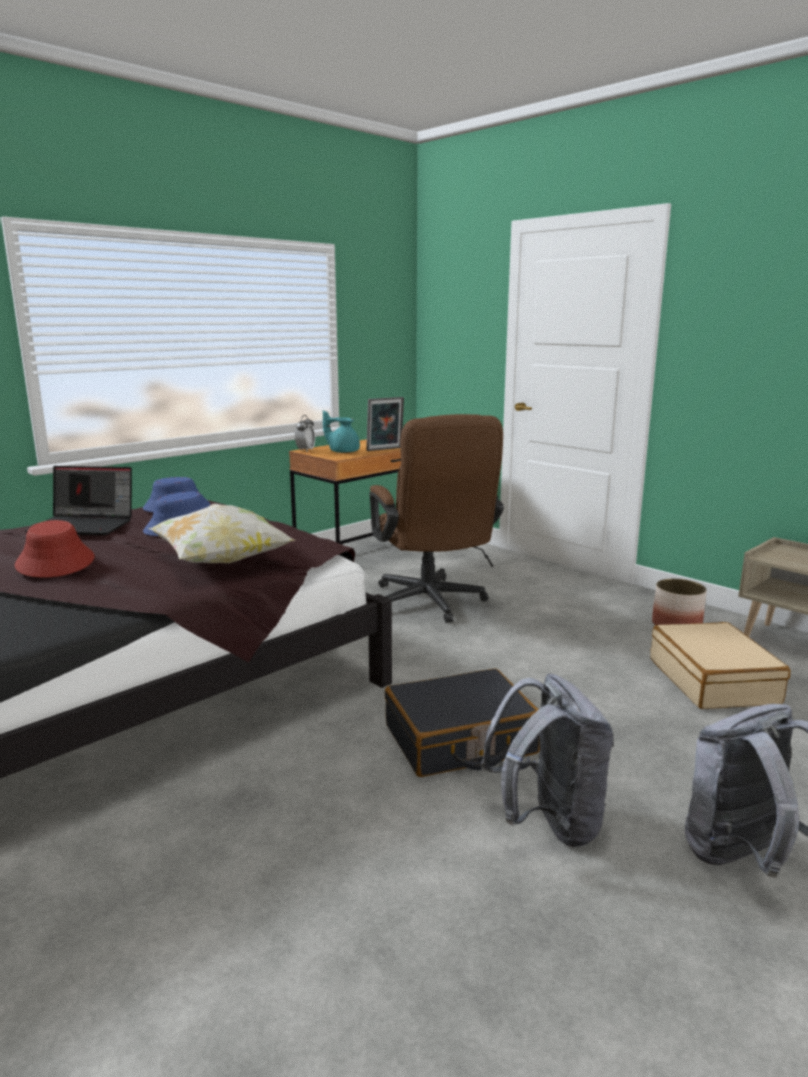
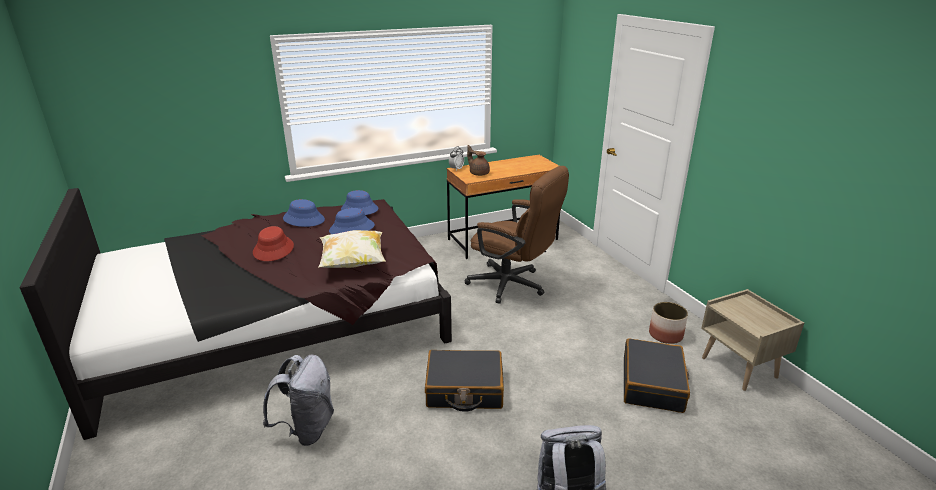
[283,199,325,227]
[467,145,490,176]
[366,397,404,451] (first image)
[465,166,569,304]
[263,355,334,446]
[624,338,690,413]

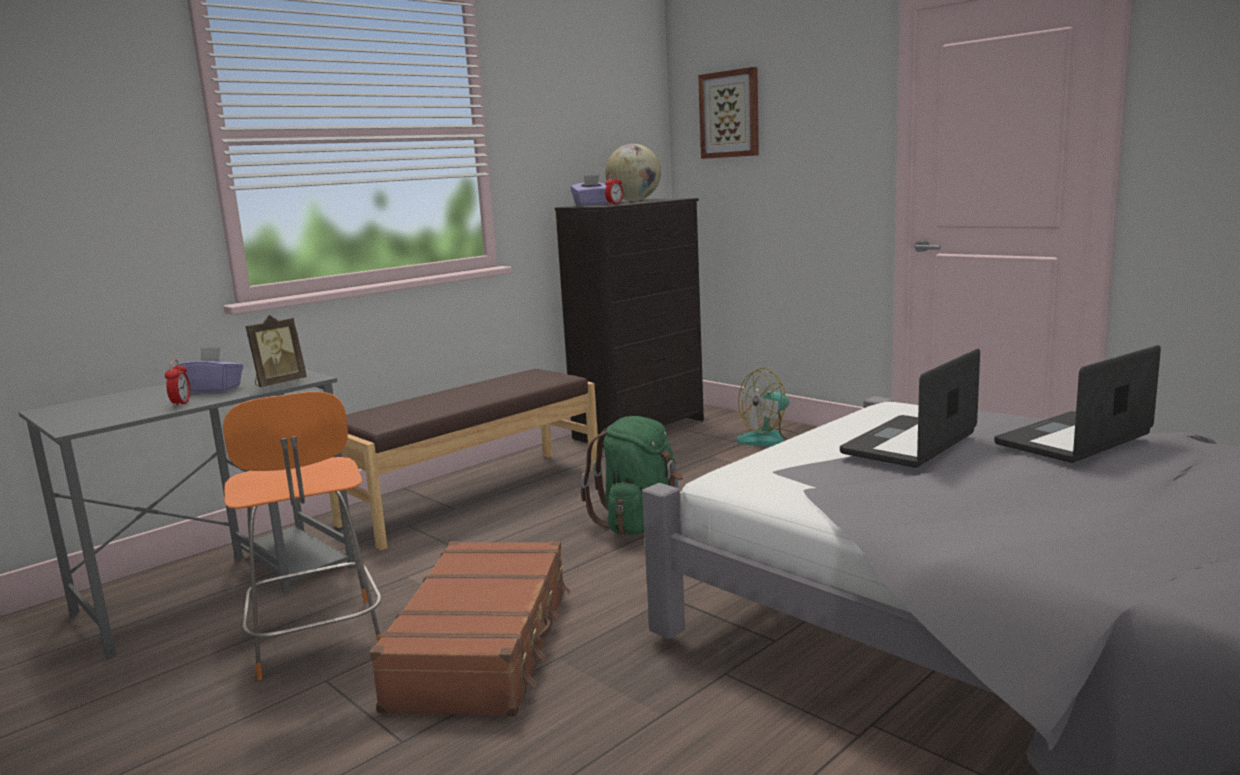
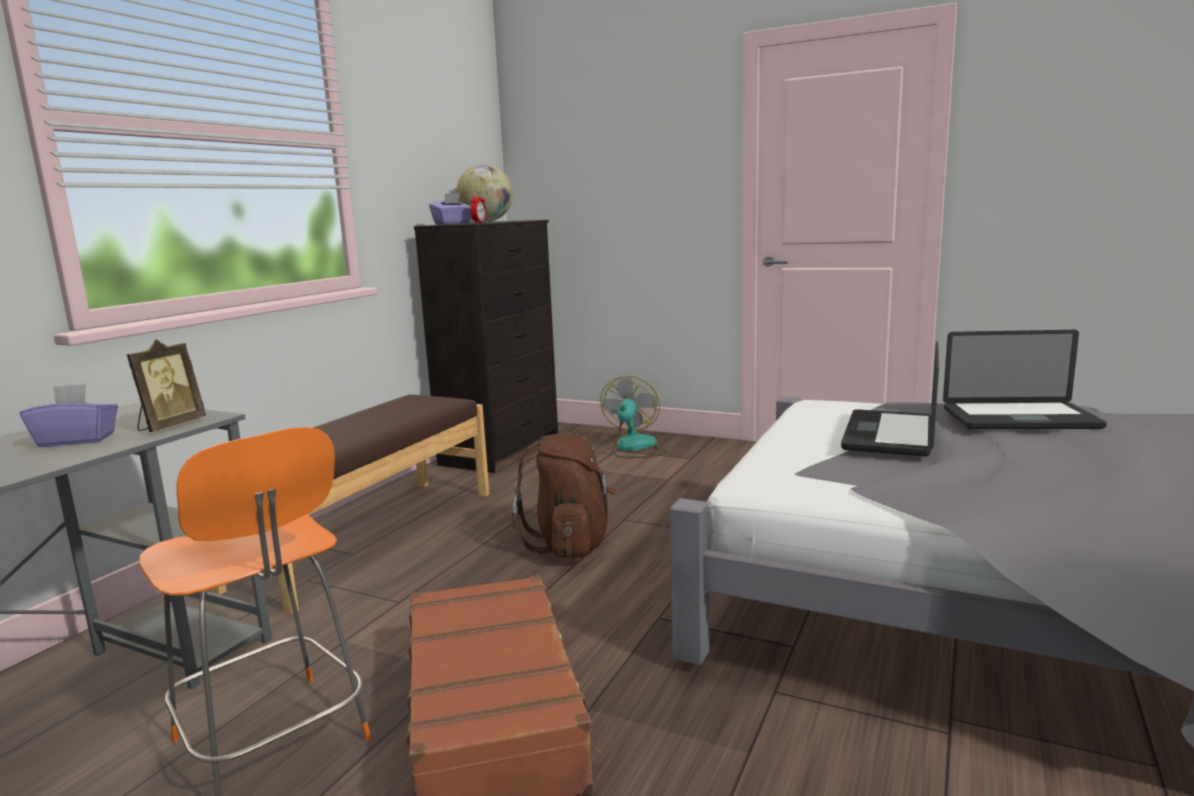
[165,360,190,407] (first image)
[511,433,617,558]
[698,67,759,159] (first image)
[600,376,668,458]
[943,330,1107,429]

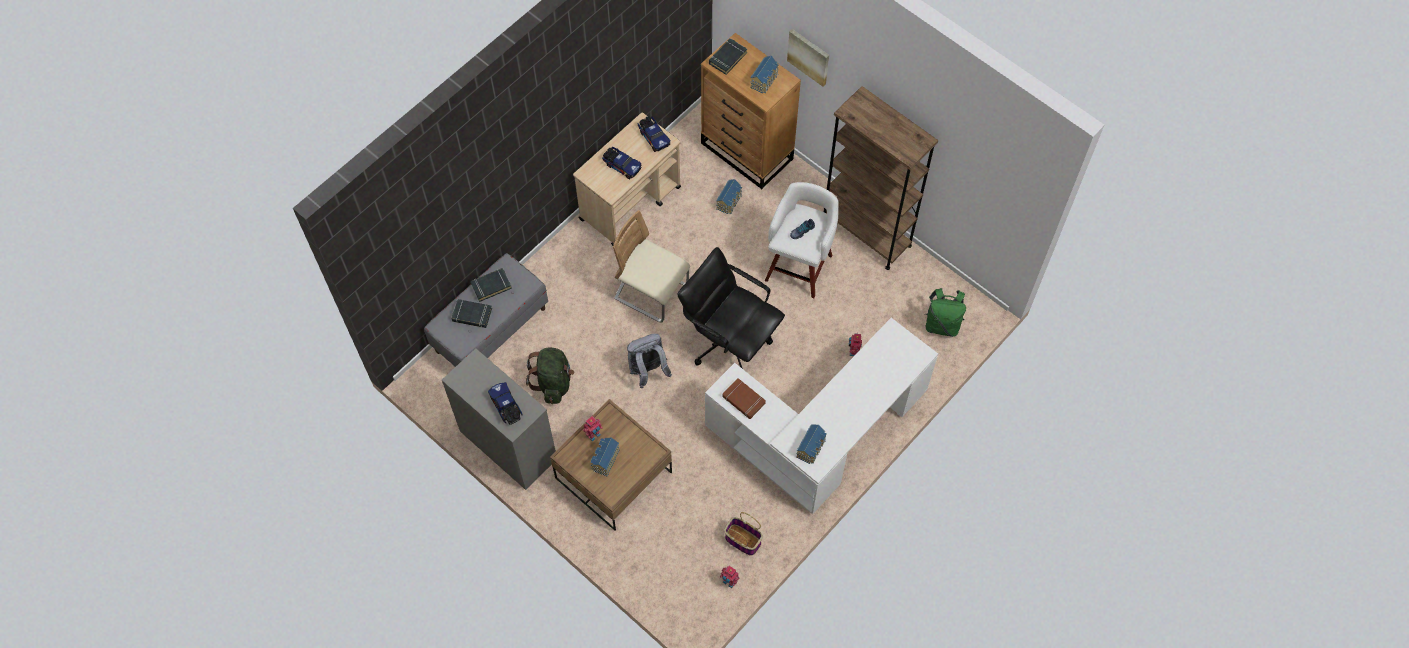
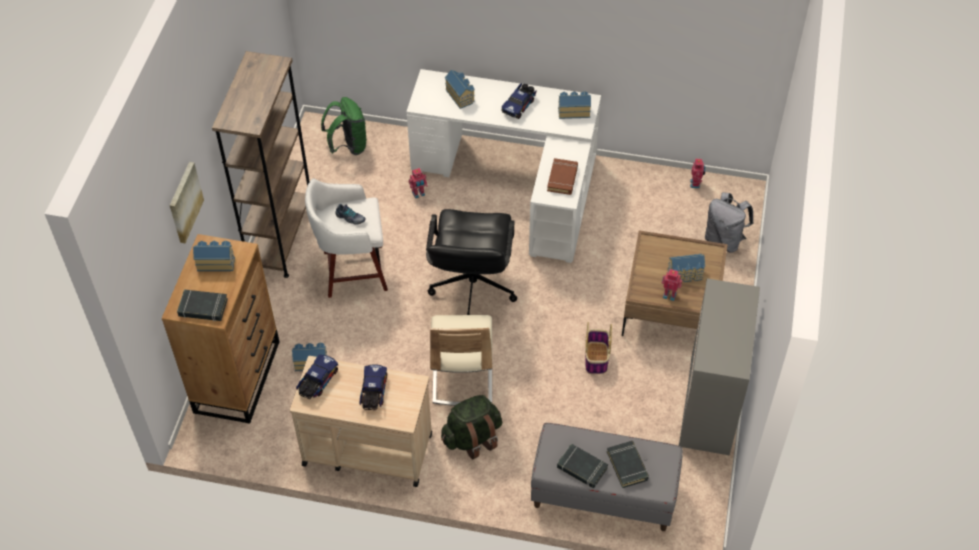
[501,83,536,119]
[441,395,502,459]
[705,192,754,253]
[585,322,612,374]
[445,70,475,109]

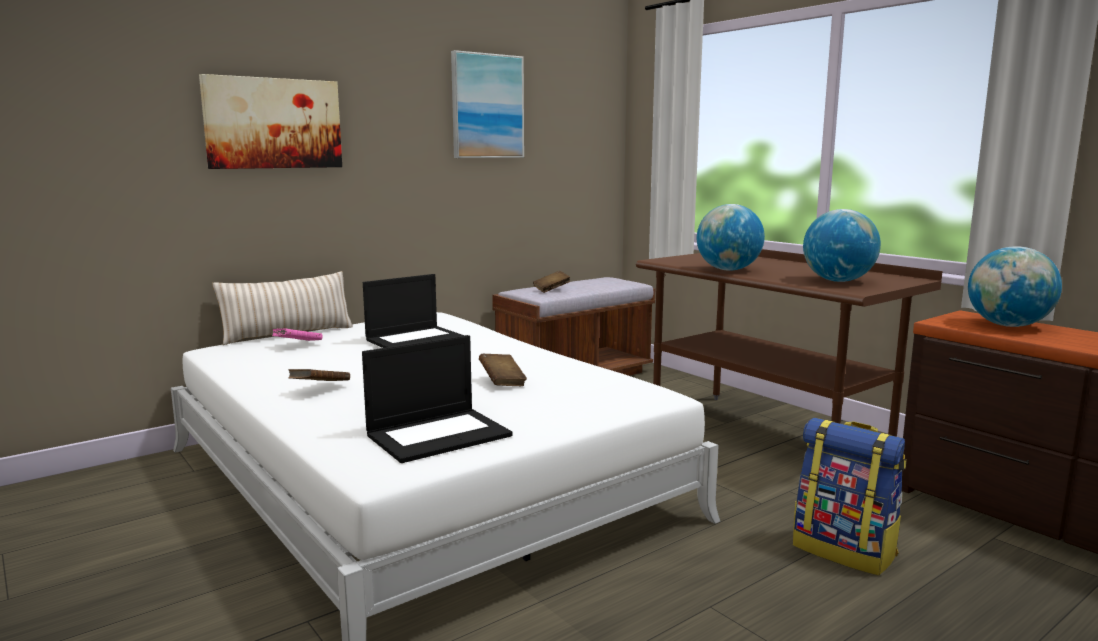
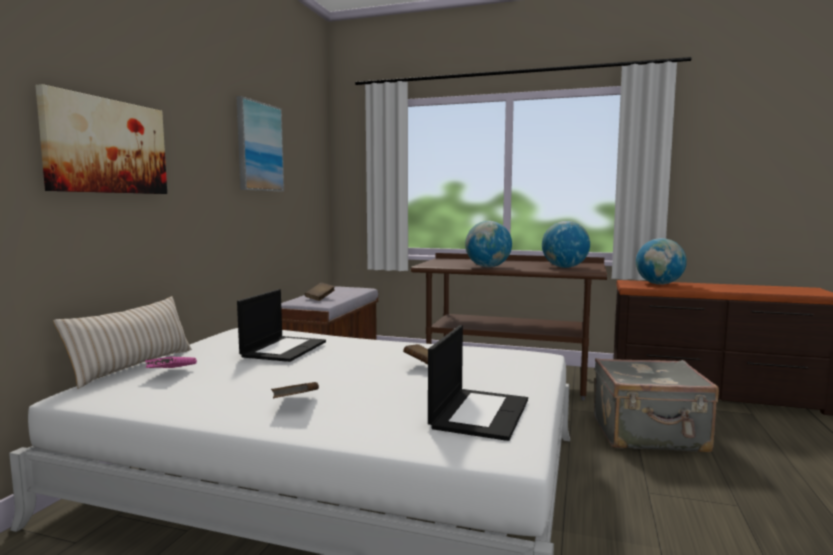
[594,358,719,452]

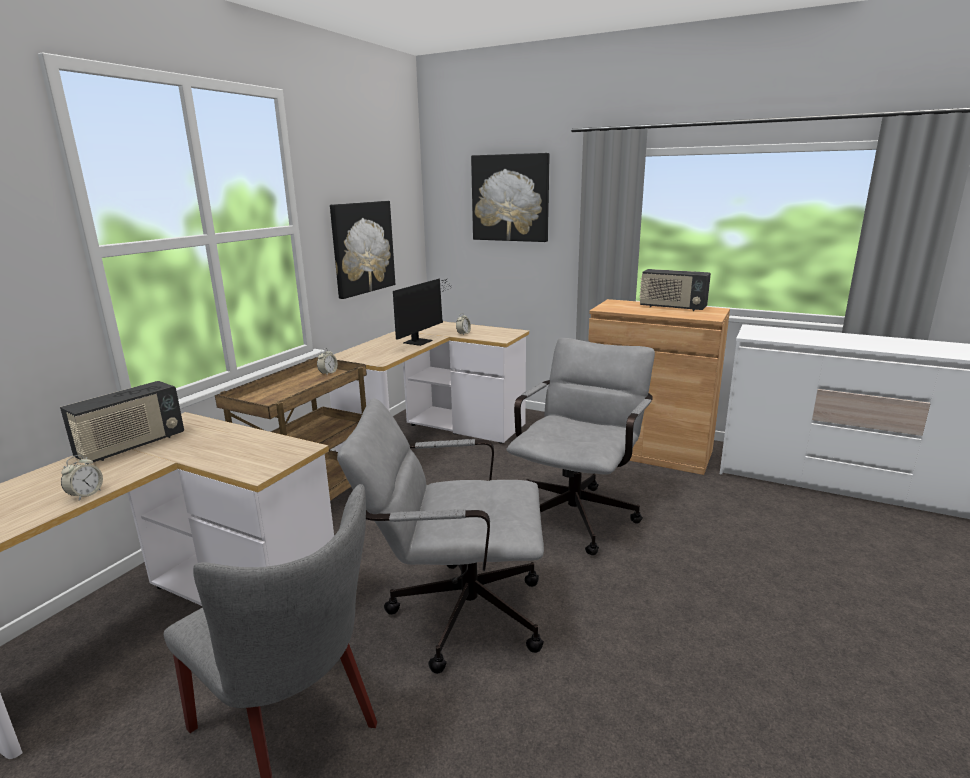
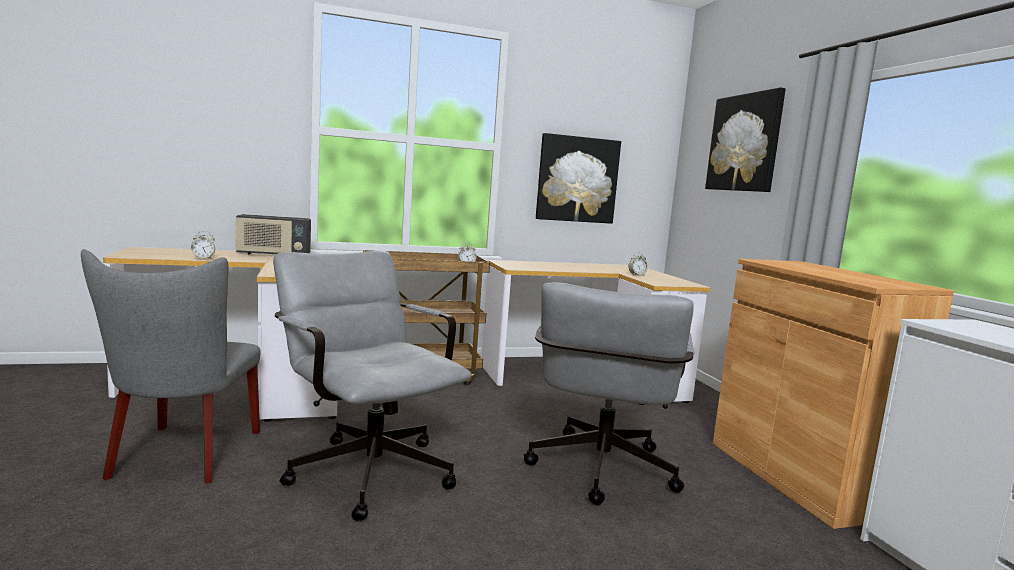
[393,279,452,346] (first image)
[524,282,694,505]
[640,269,711,311] (first image)

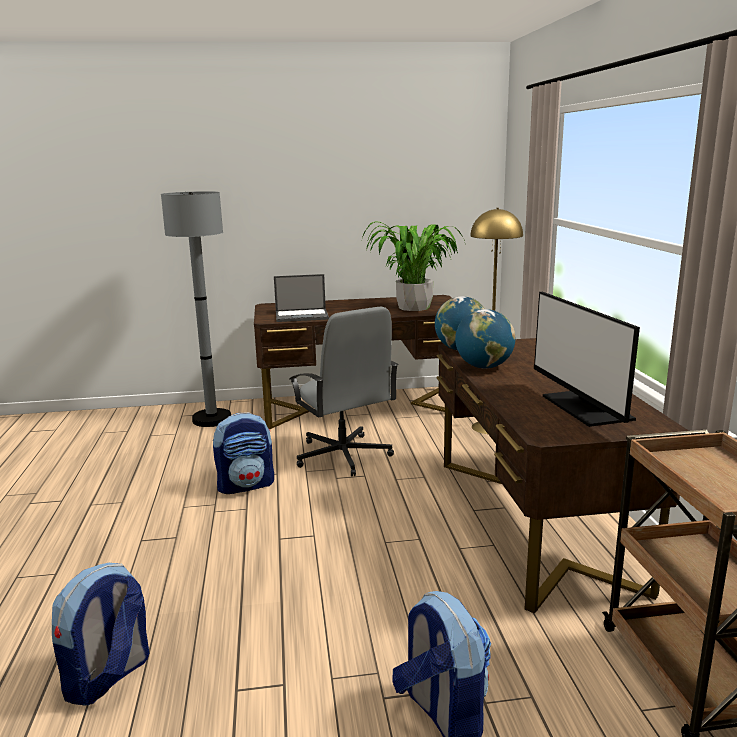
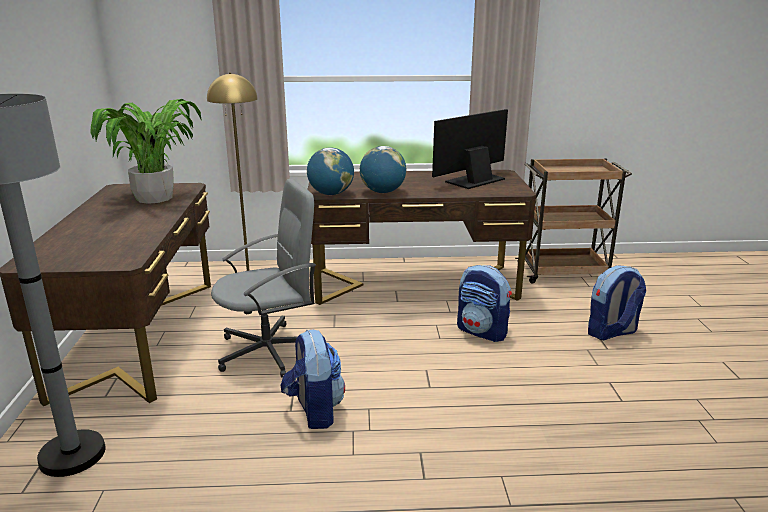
[457,265,512,342]
[274,274,329,322] (first image)
[432,109,508,189]

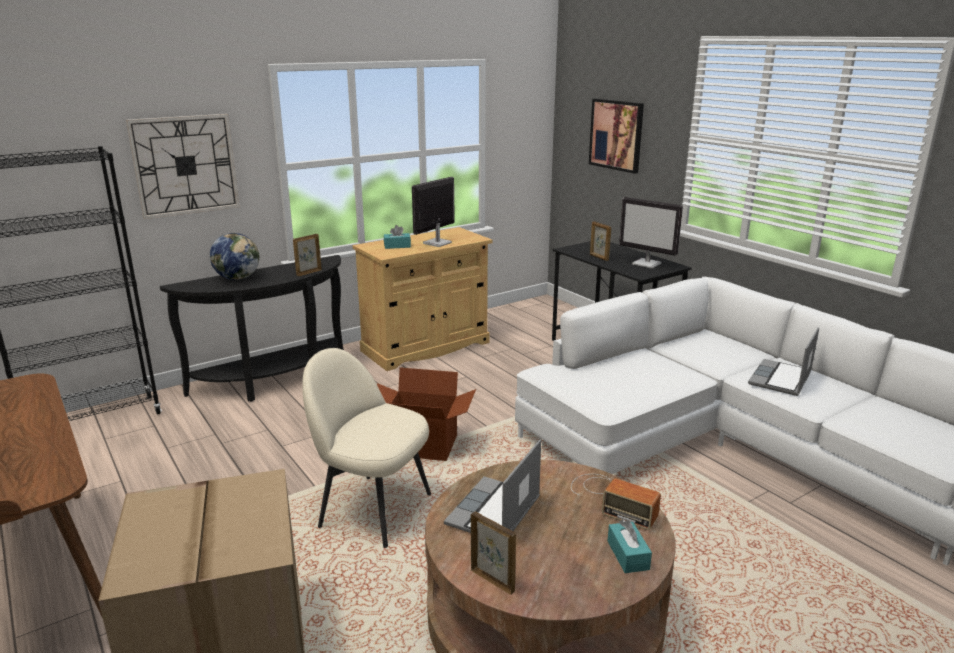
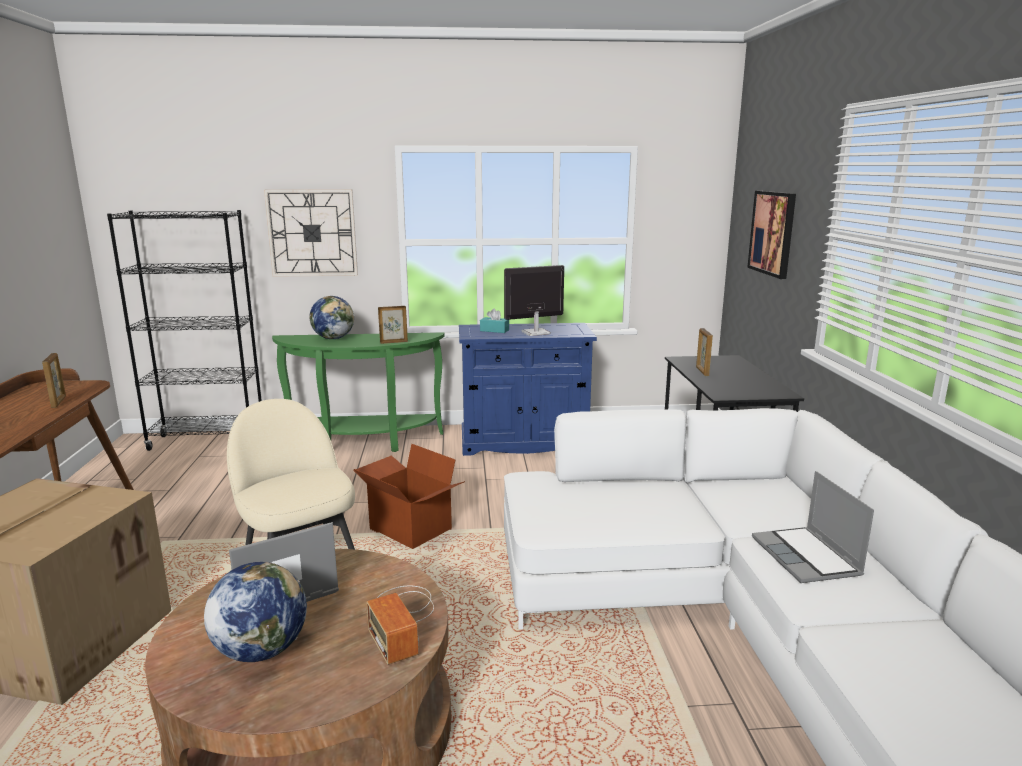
[272,332,444,452]
[459,323,597,456]
[42,353,66,408]
[608,520,652,573] (first image)
[619,197,683,268] (first image)
[752,471,874,583]
[204,562,307,662]

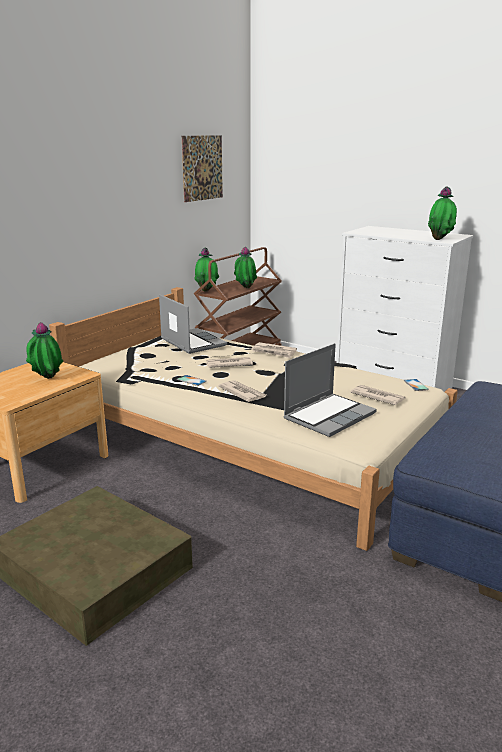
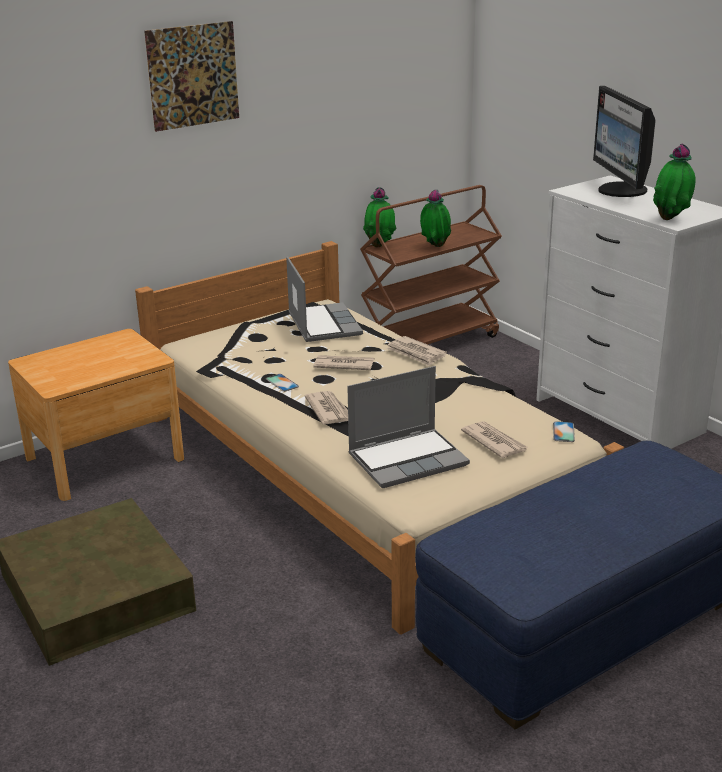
[26,322,63,379] (first image)
[144,21,239,132]
[593,86,656,197]

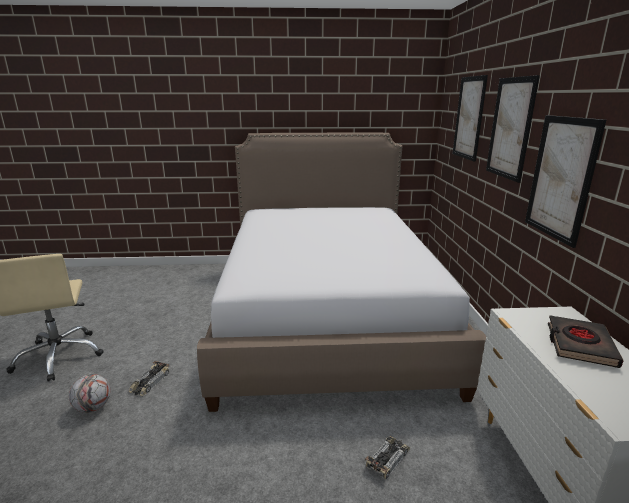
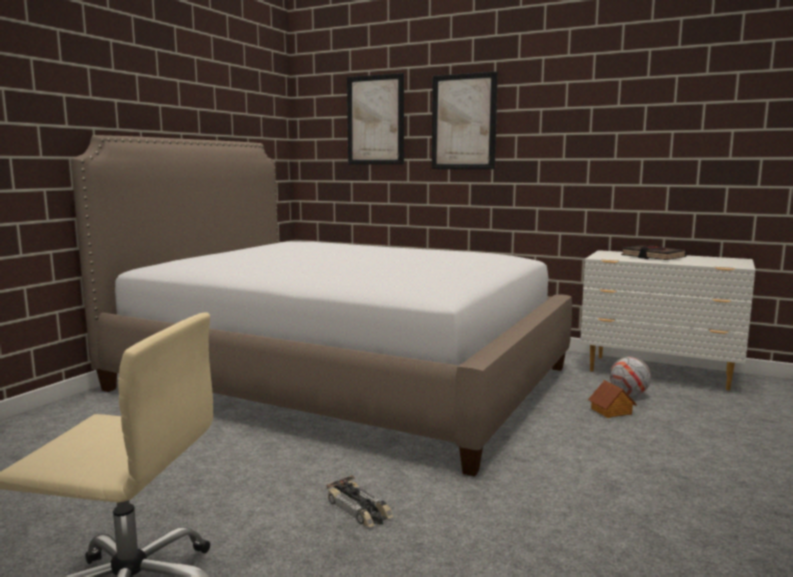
[610,357,651,396]
[588,380,637,418]
[525,115,606,248] (first image)

